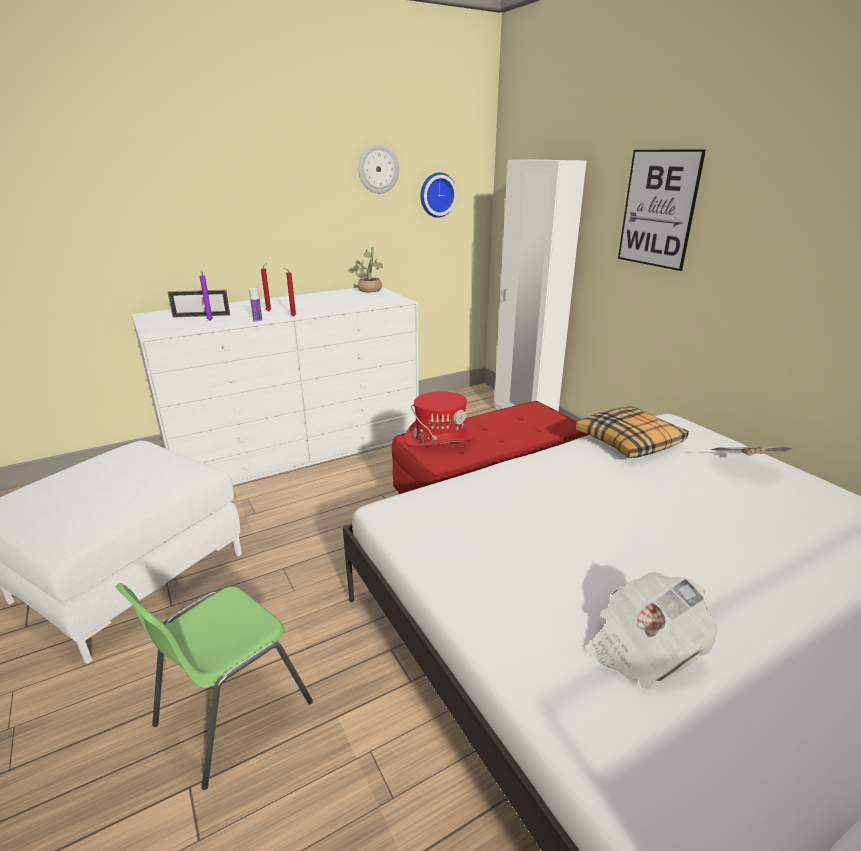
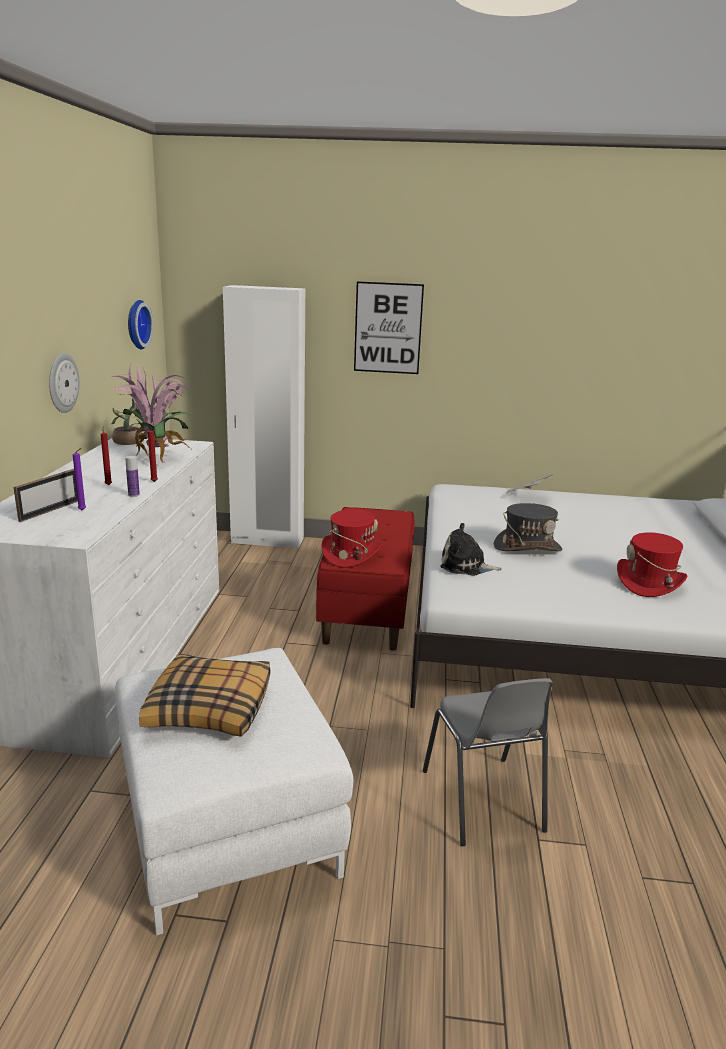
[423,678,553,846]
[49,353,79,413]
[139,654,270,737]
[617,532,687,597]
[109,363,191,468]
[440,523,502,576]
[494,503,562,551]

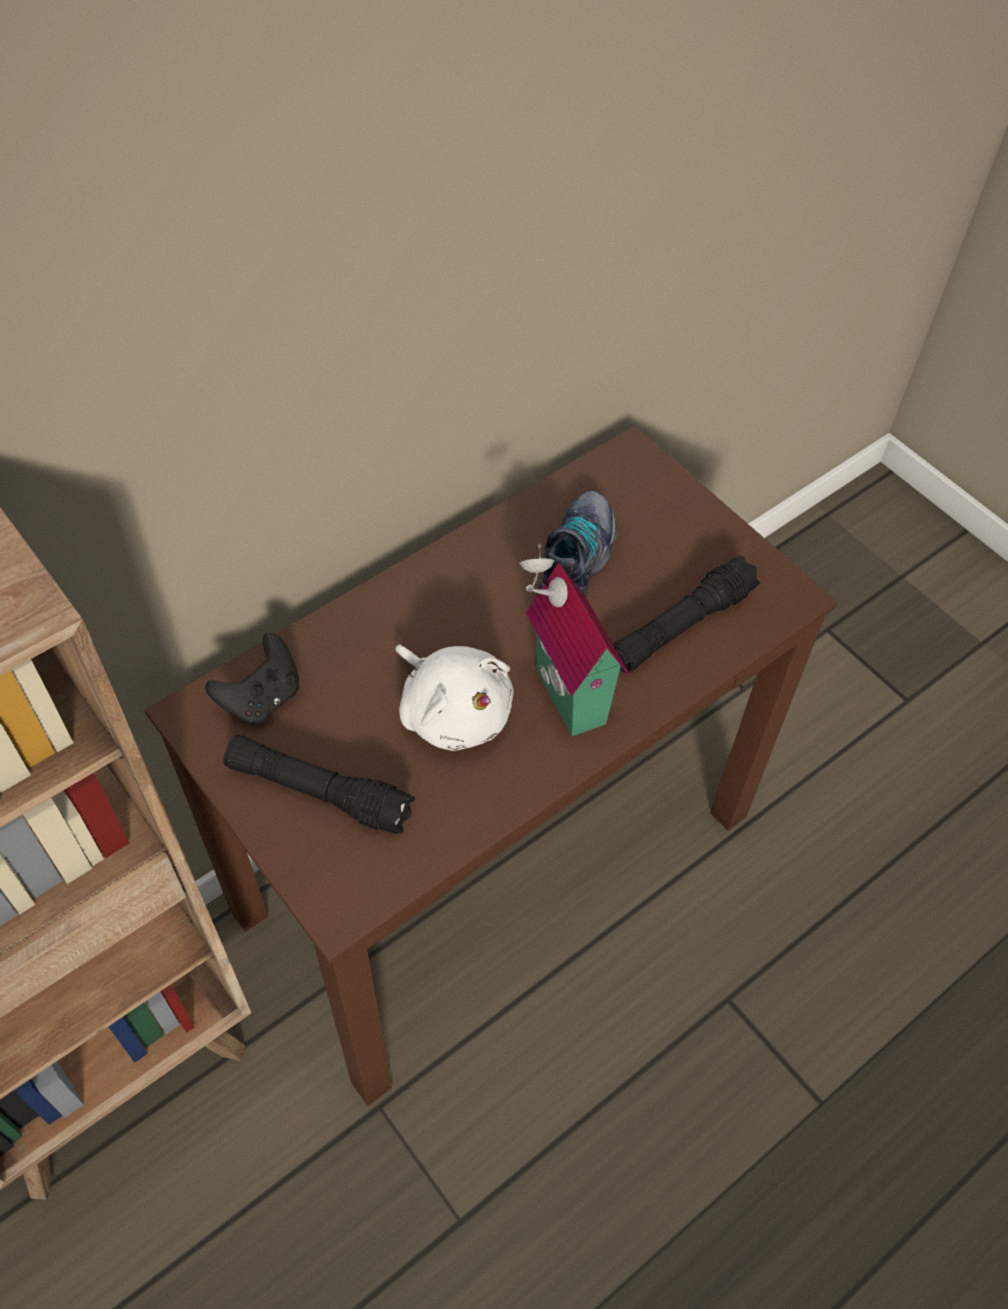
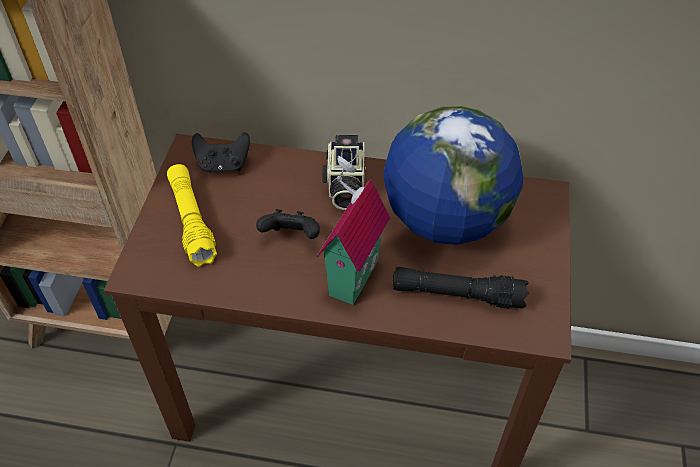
[167,164,217,267]
[256,209,320,239]
[383,106,523,245]
[323,135,366,210]

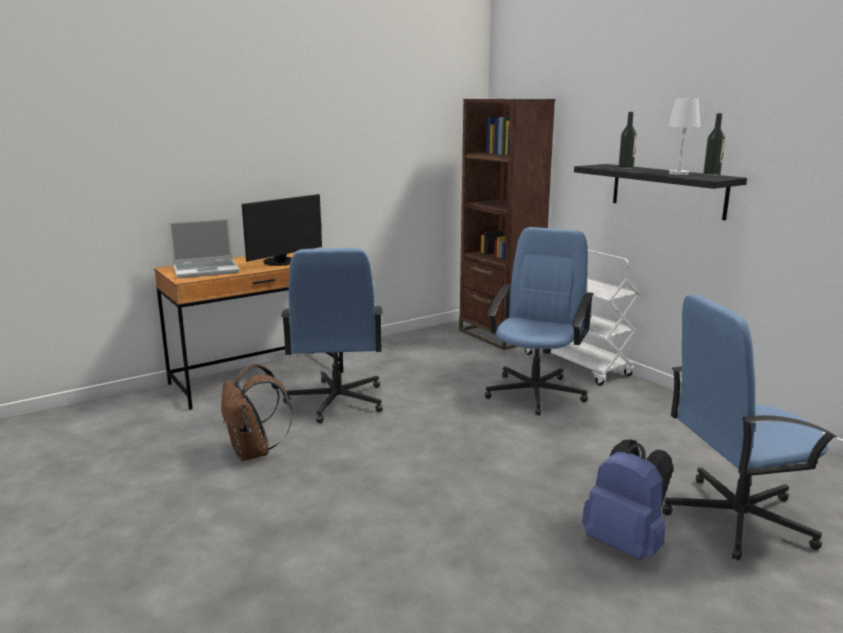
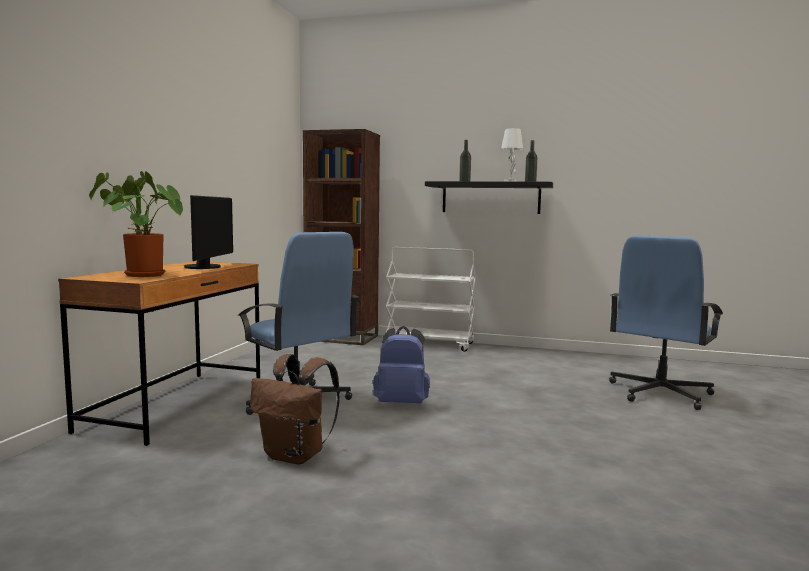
[89,171,183,277]
[485,227,594,416] (first image)
[373,326,430,403]

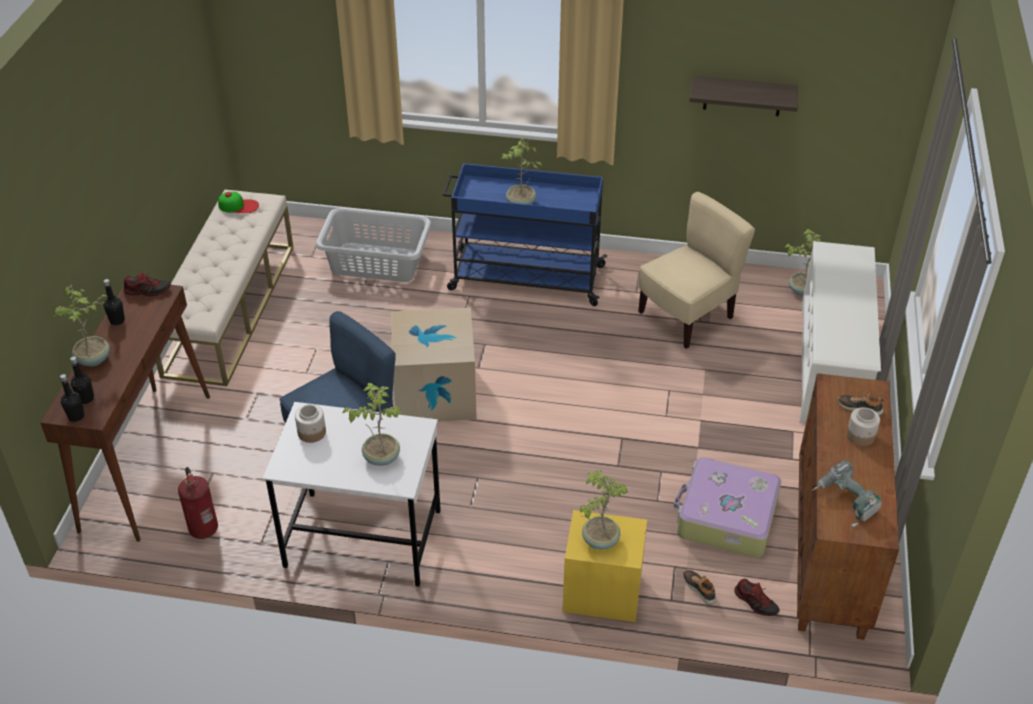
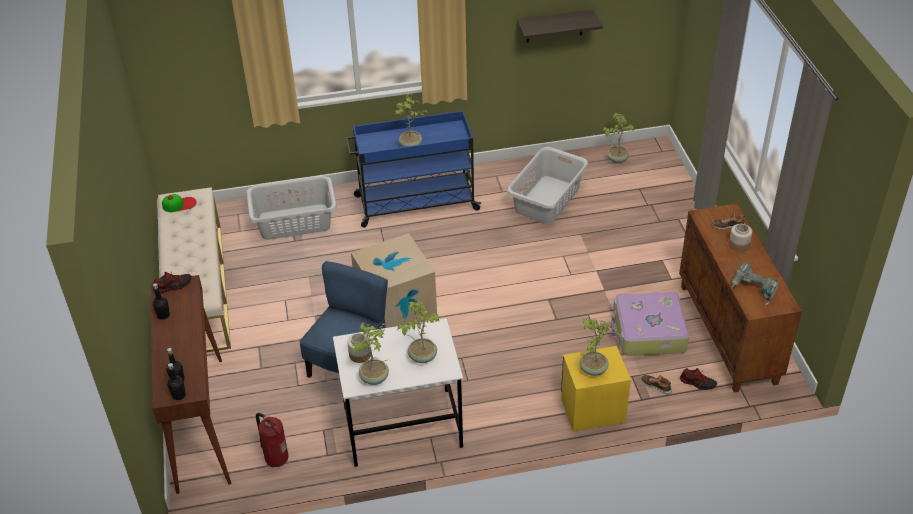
[352,322,389,385]
[507,147,588,224]
[800,241,881,423] (first image)

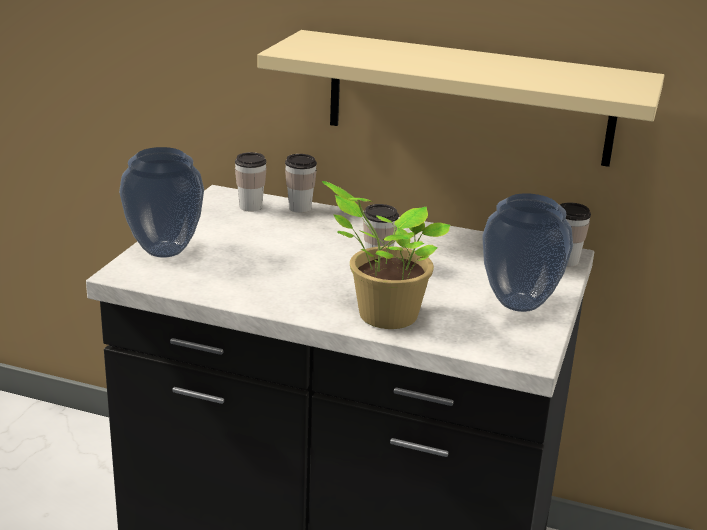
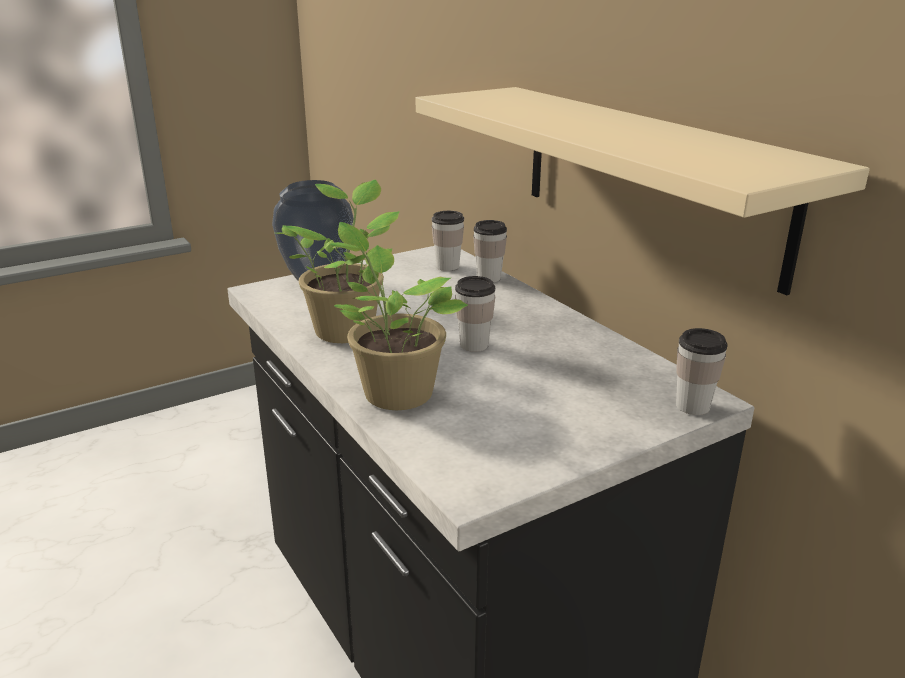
[482,193,573,312] (first image)
[276,180,400,343]

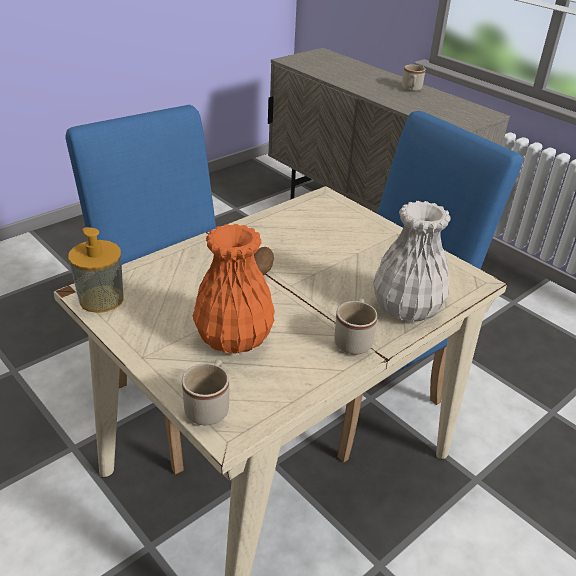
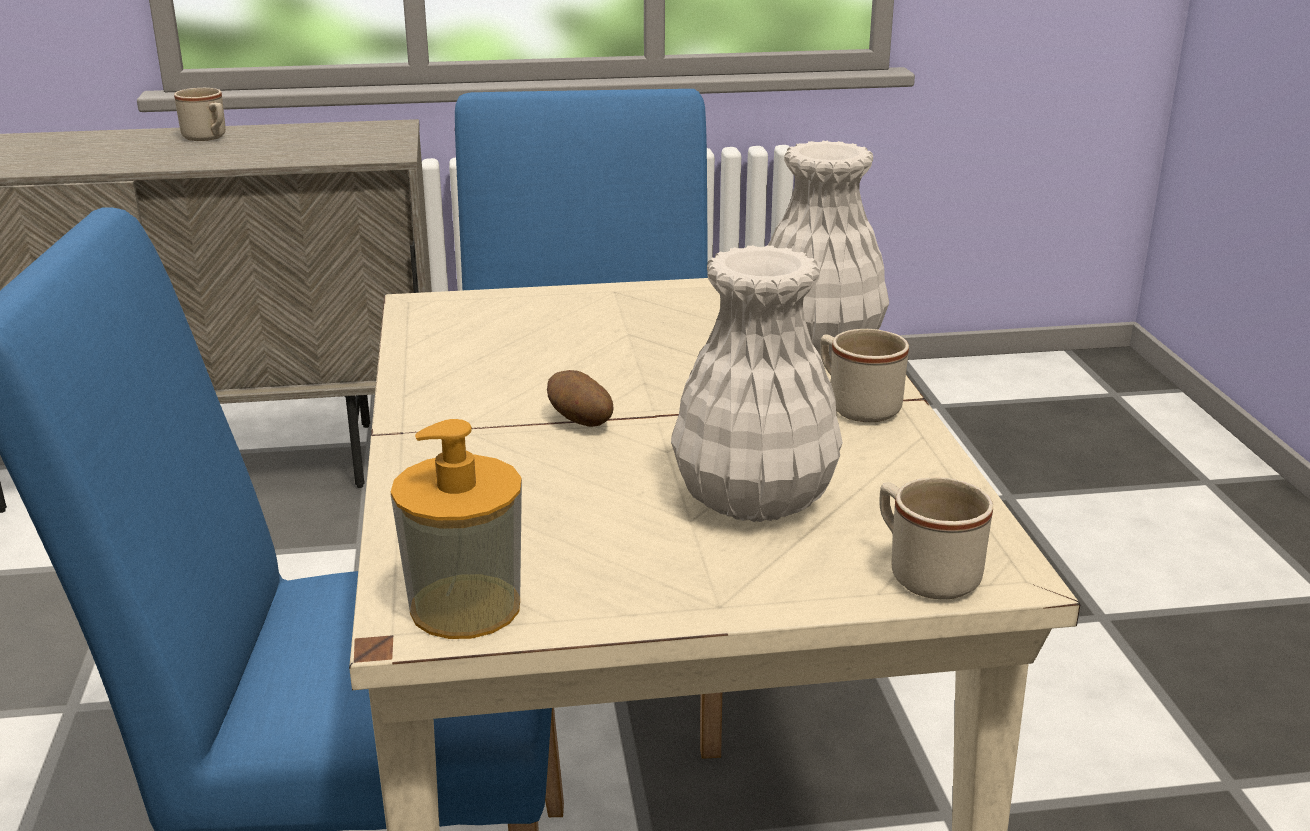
[671,245,843,522]

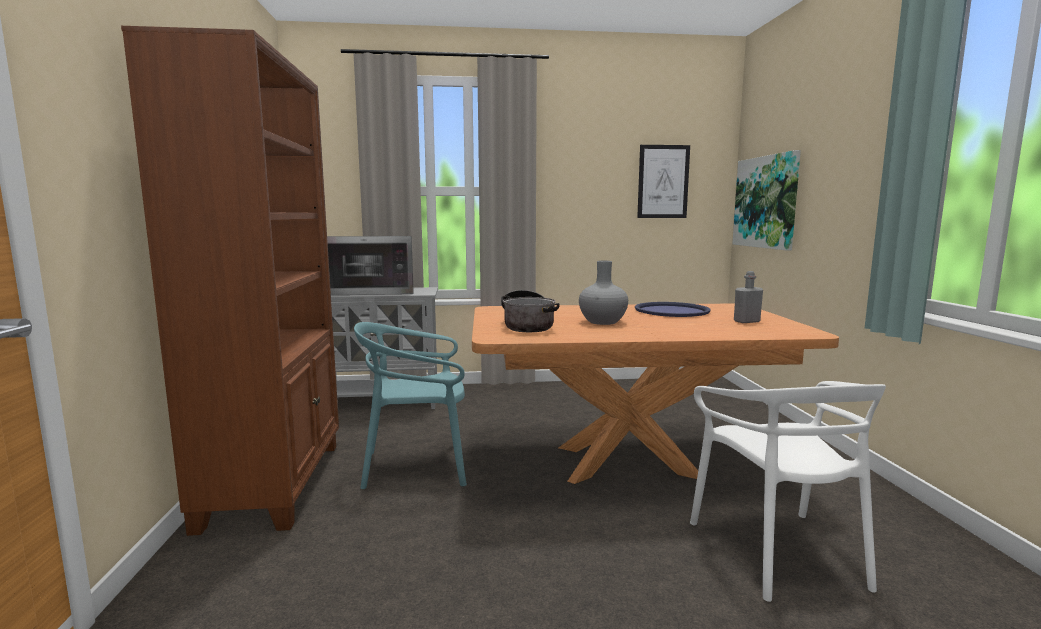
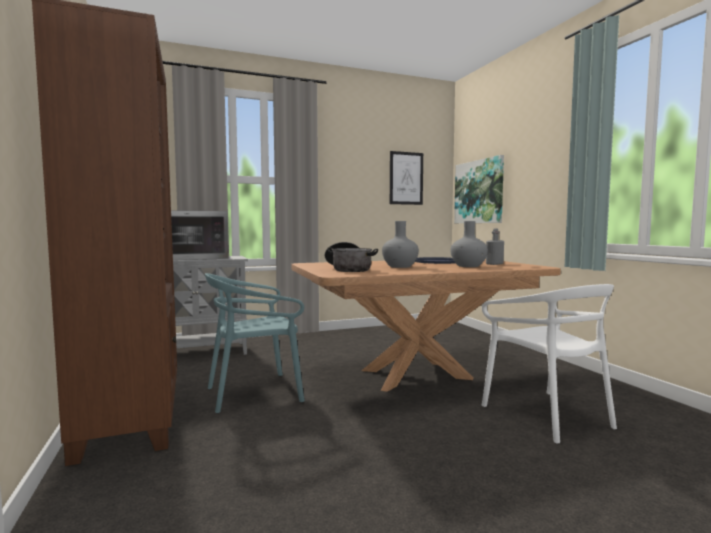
[451,221,488,267]

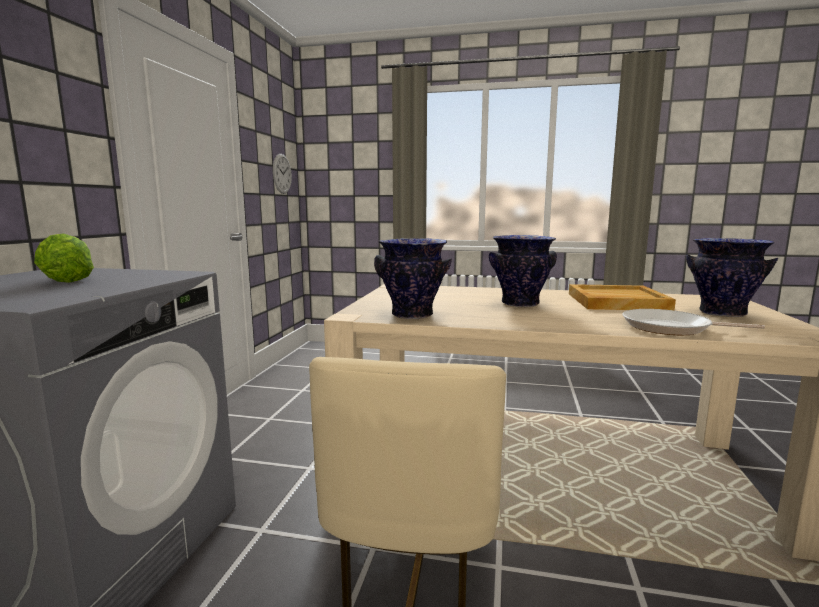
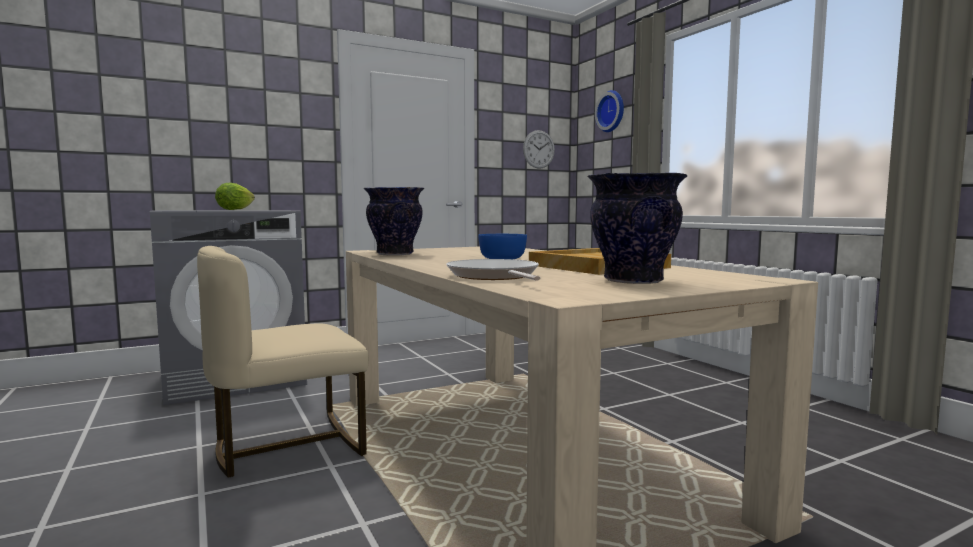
[478,234,527,259]
[595,90,624,132]

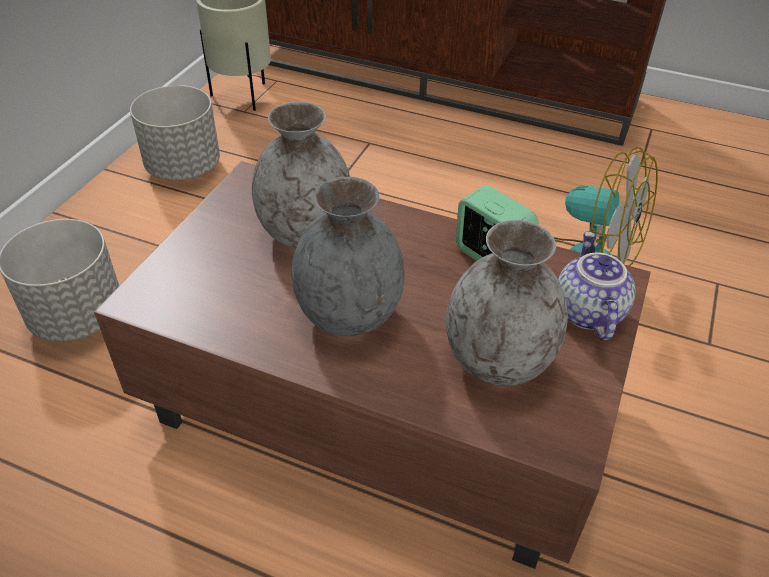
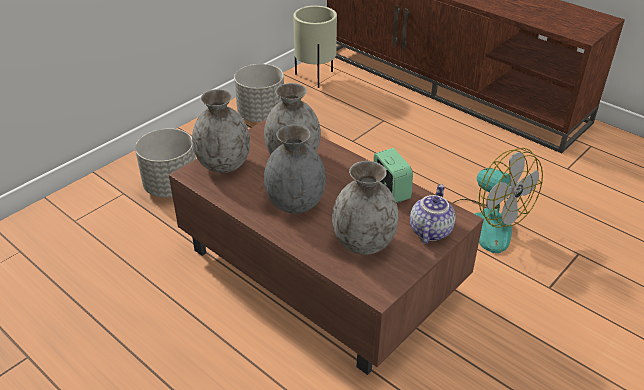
[192,89,250,173]

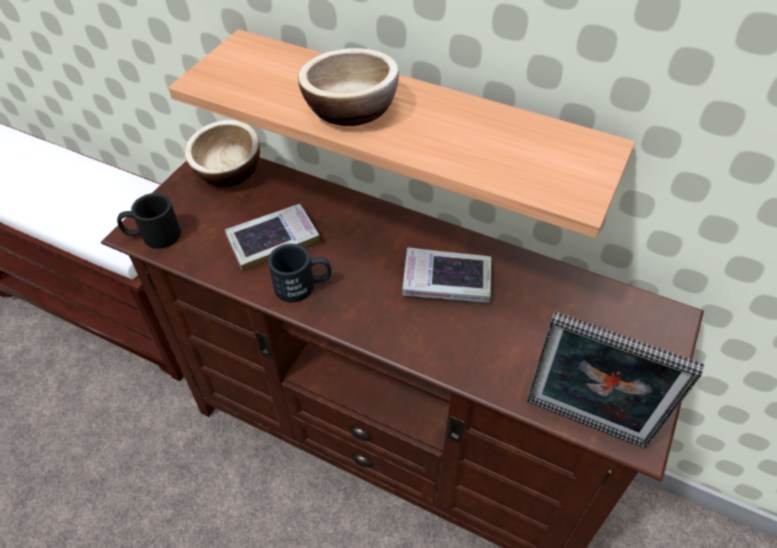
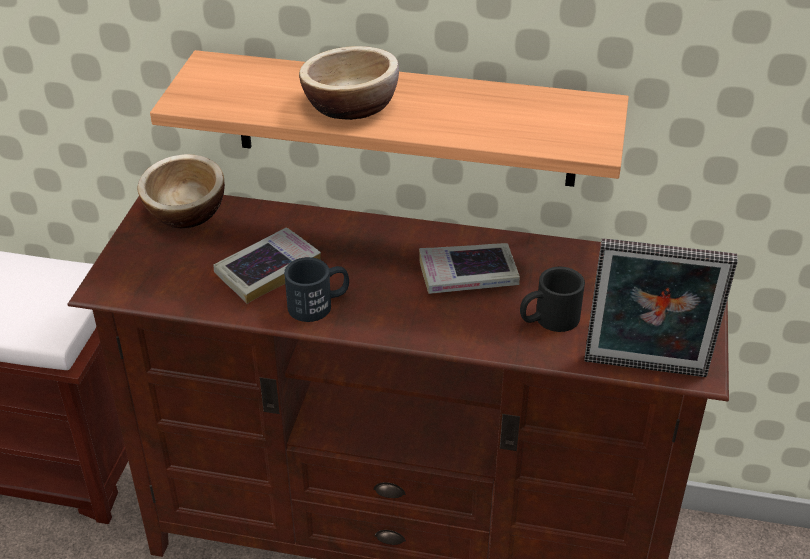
[520,267,585,332]

